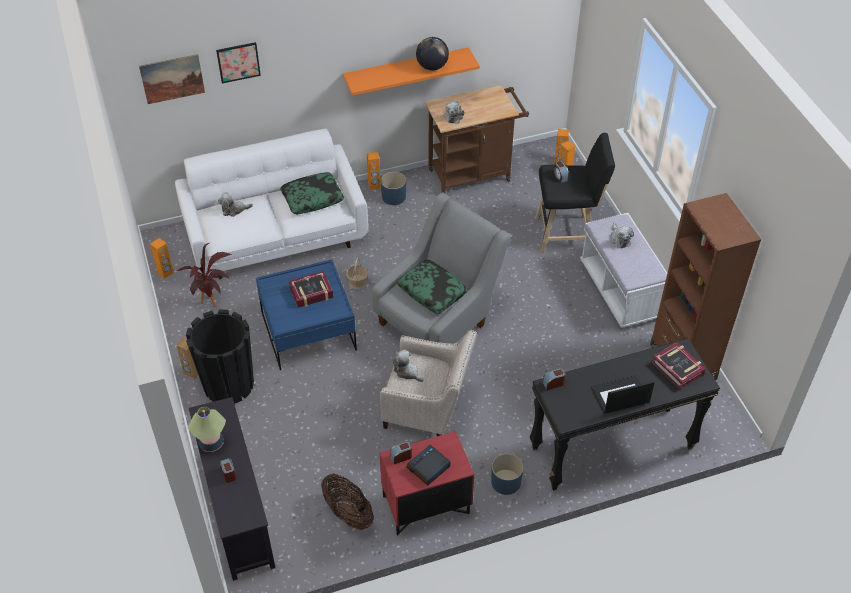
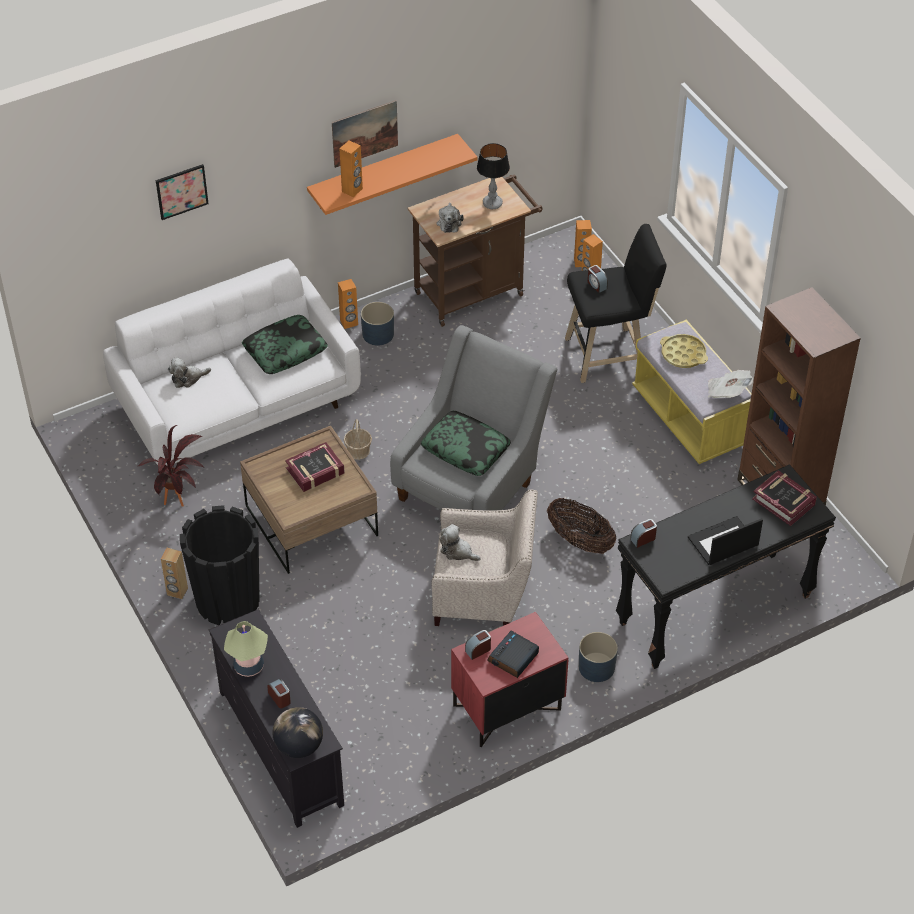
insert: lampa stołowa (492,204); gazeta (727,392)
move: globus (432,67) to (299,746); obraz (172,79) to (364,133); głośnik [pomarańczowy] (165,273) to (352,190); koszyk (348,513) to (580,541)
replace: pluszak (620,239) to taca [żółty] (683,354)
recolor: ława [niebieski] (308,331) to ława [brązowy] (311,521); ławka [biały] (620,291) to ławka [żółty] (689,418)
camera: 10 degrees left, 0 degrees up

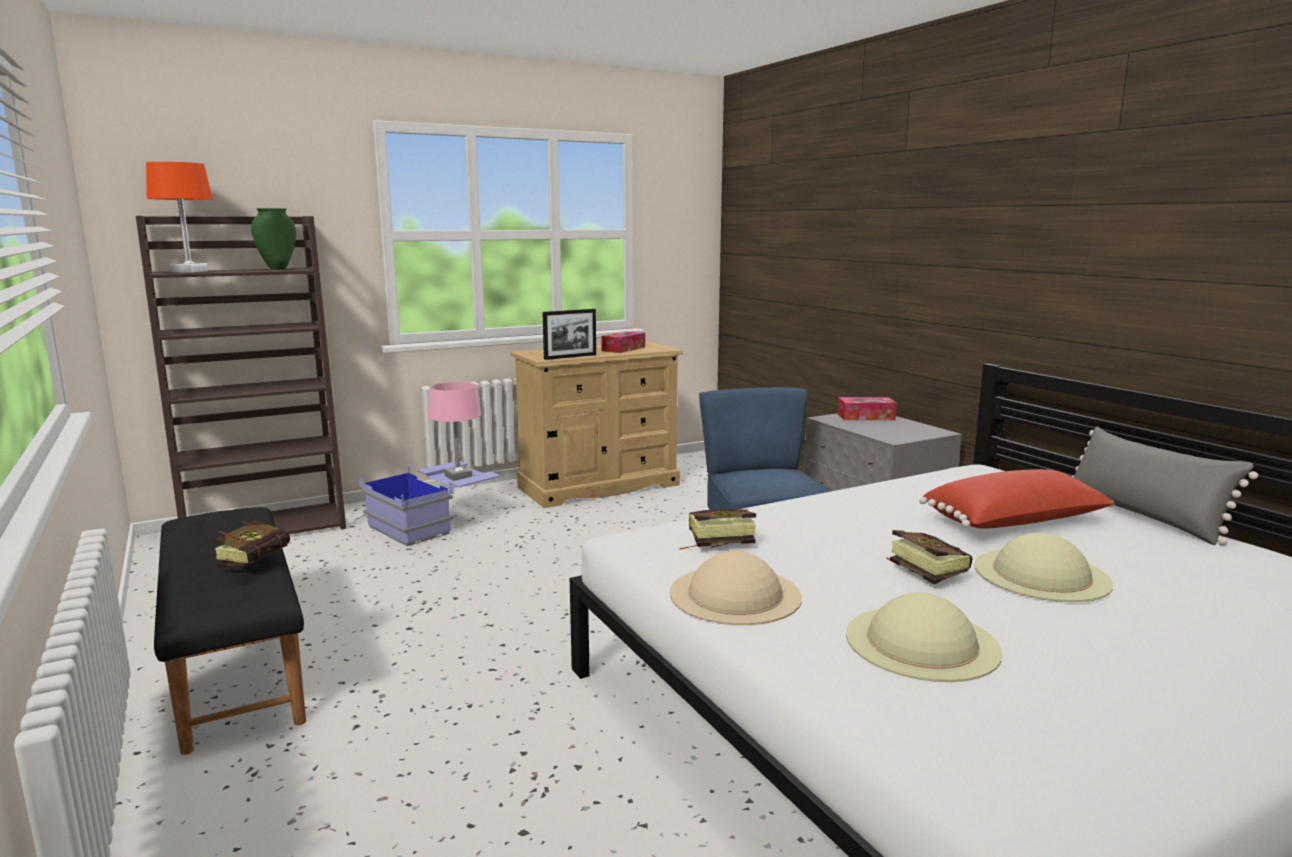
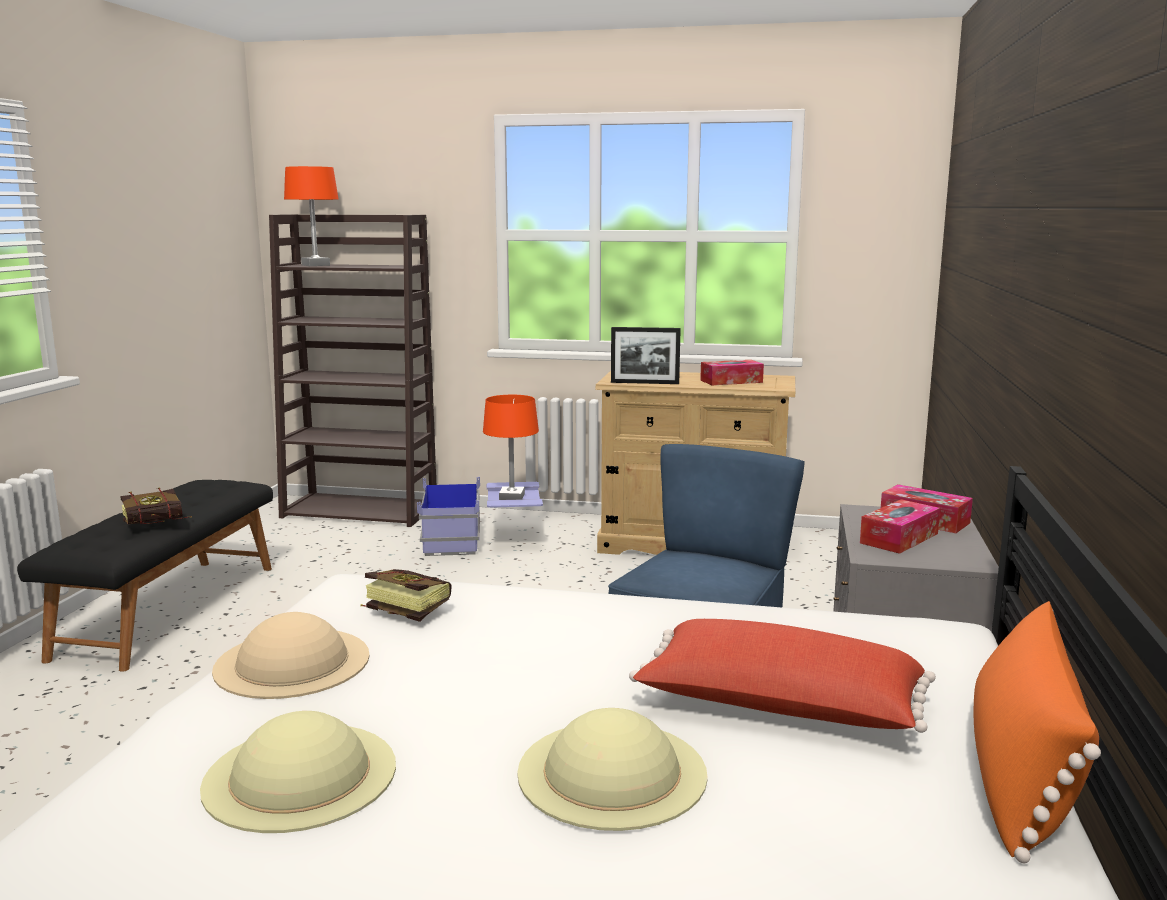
delete: wazon [zielony] (278,269); książka (922,571)
insert: pudełko chusteczek (899,538)
recolor: lampa stołowa [różowy] (458,476) to lampa stołowa [pomarańczowy] (512,497); poduszka [szary] (1143,516) to poduszka [pomarańczowy] (1020,773)
camera: 40 degrees right, 0 degrees up

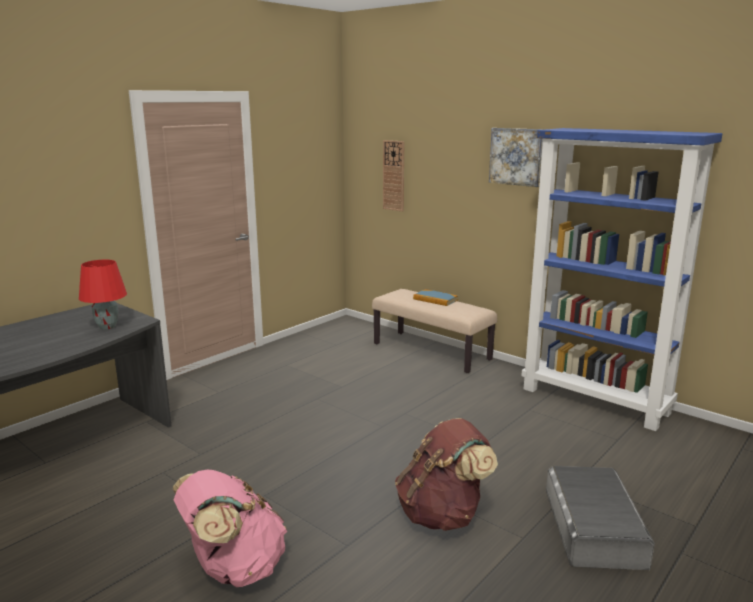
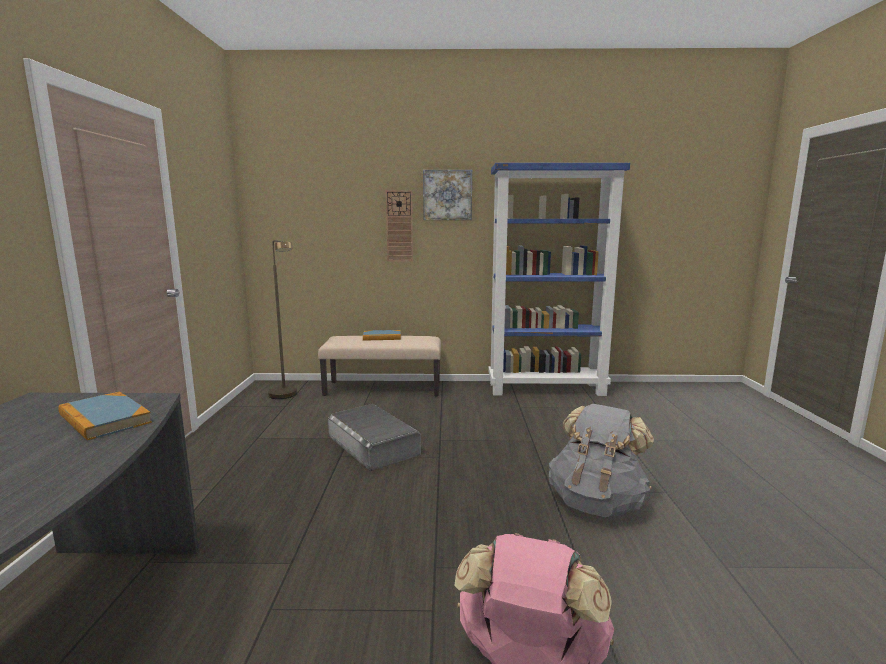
insert: lampa stojąca [brązowy] (286,396)
move: pojemnik do przechowywania [szary] (592,526) to (372,445); zegar ścienny (394,175) to (399,226)
replace: lampa stołowa [czerwony] (106,327) to książka (104,419)
recolor: plecak [brązowy] (442,514) to plecak [szary] (596,503)
camera: 40 degrees left, 5 degrees down

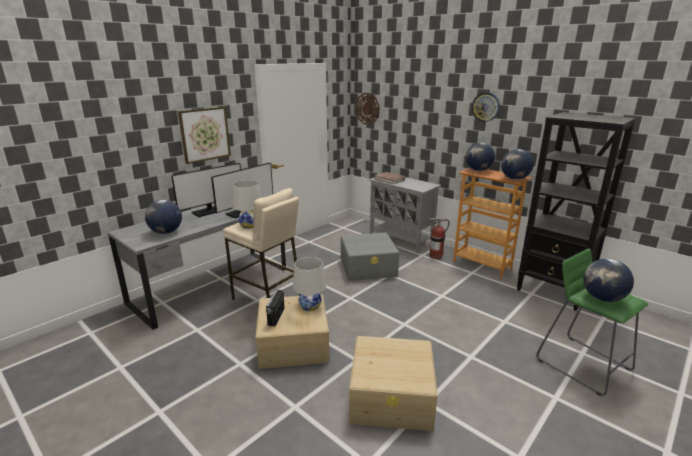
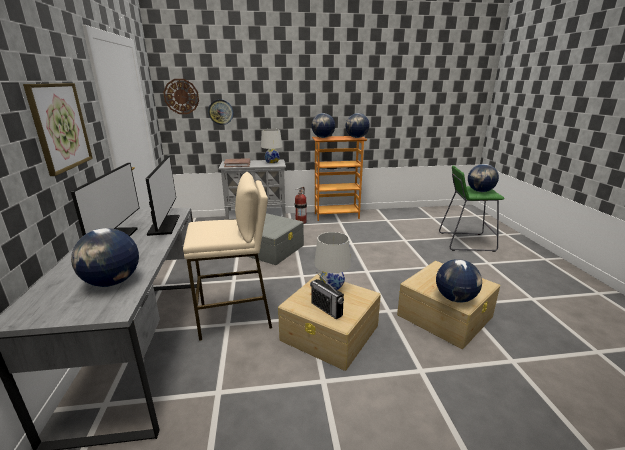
delete: regał [czarny] (553,291)
insert: globus (455,298)
move: zegar ścienny (485,107) to (221,112); lampa stołowa [biały] (249,225) to (272,162)
camera: 50 degrees left, 0 degrees up

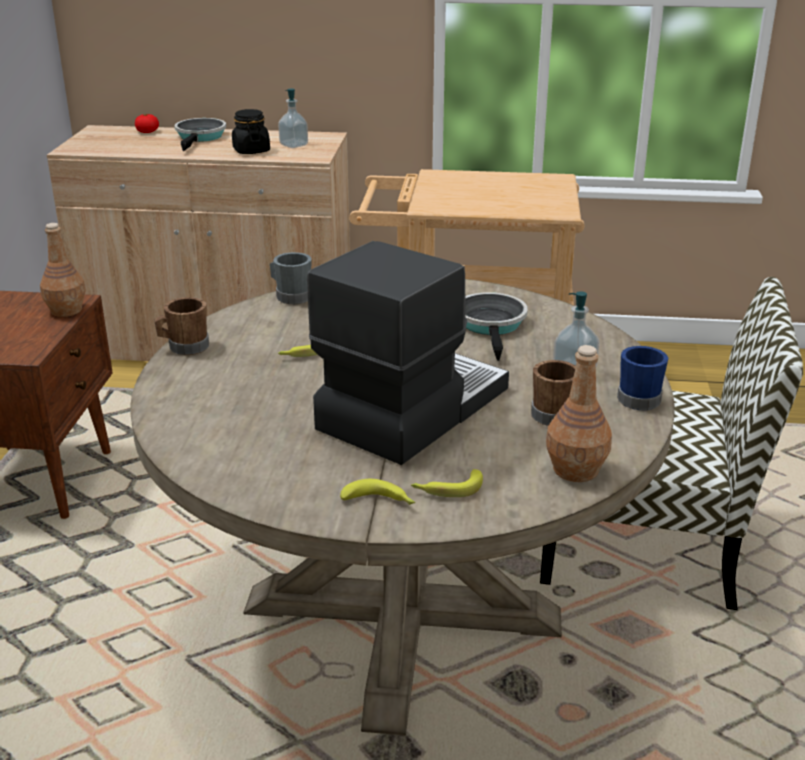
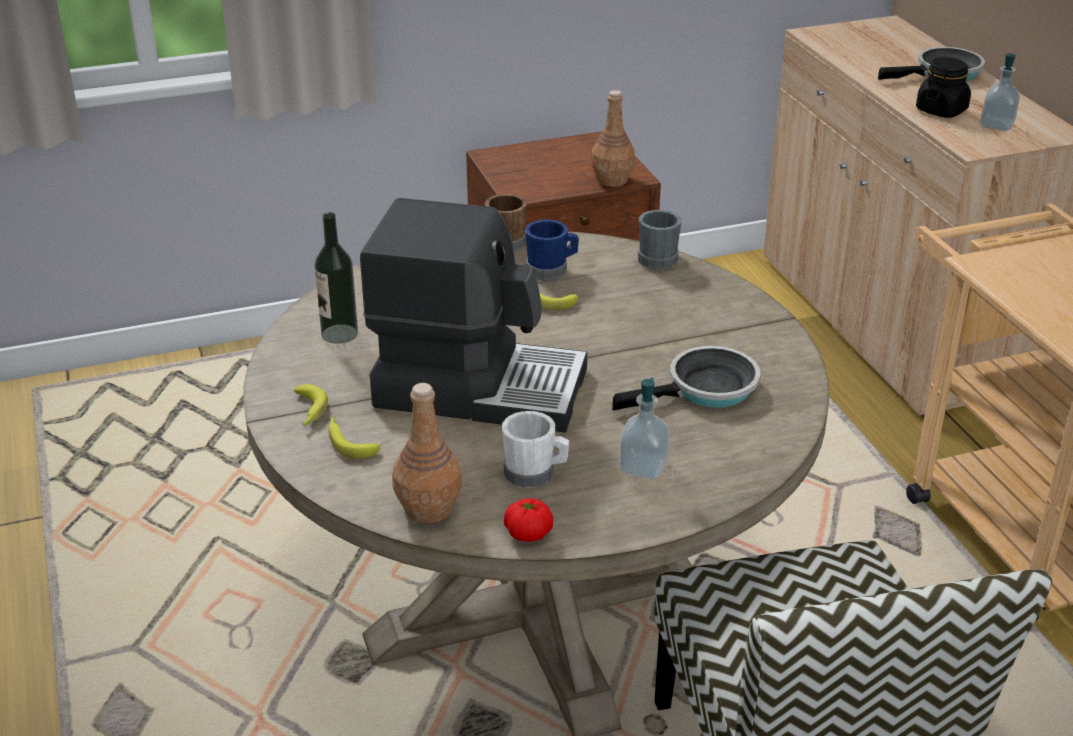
insert: butelka (339,334)
move: pomidor (147,132) to (528,533); kubek [niebieski] (639,397) to (551,270)
recolor: kubek [brązowy] (556,413) to kubek [biały] (535,474)
camera: 65 degrees right, 5 degrees up

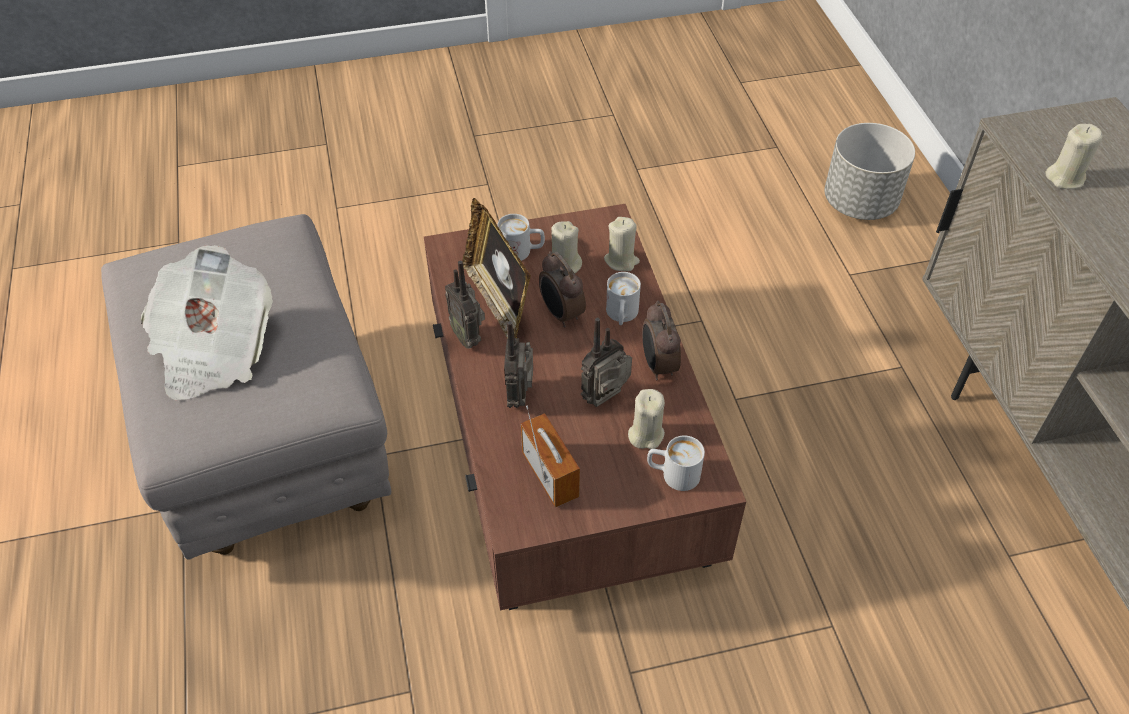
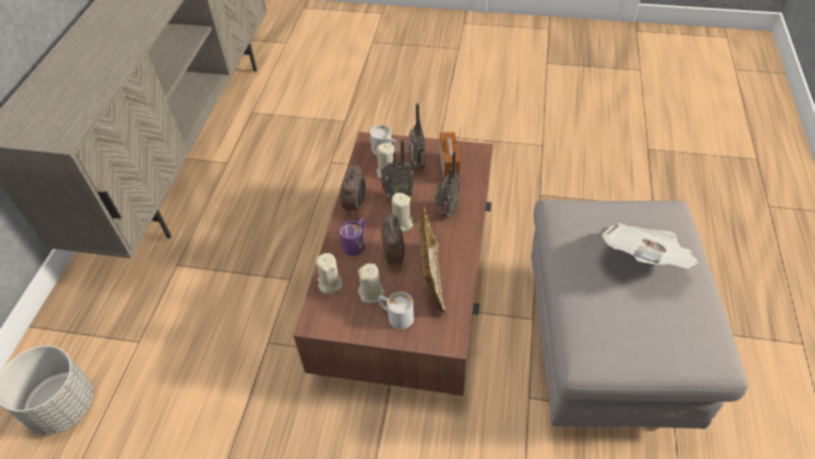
move: świeca [beżowy] (1065,178) to (401,223); radio (468,337) to (416,166)
recolor: kubek [biały] (621,316) to kubek [fioletowy] (356,243)
camera: 155 degrees left, 0 degrees up

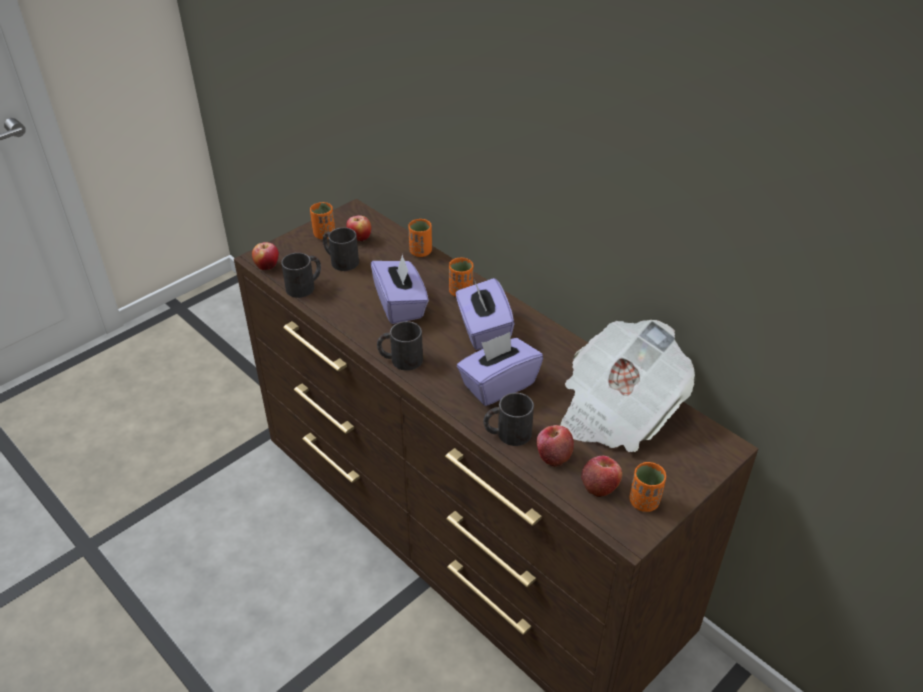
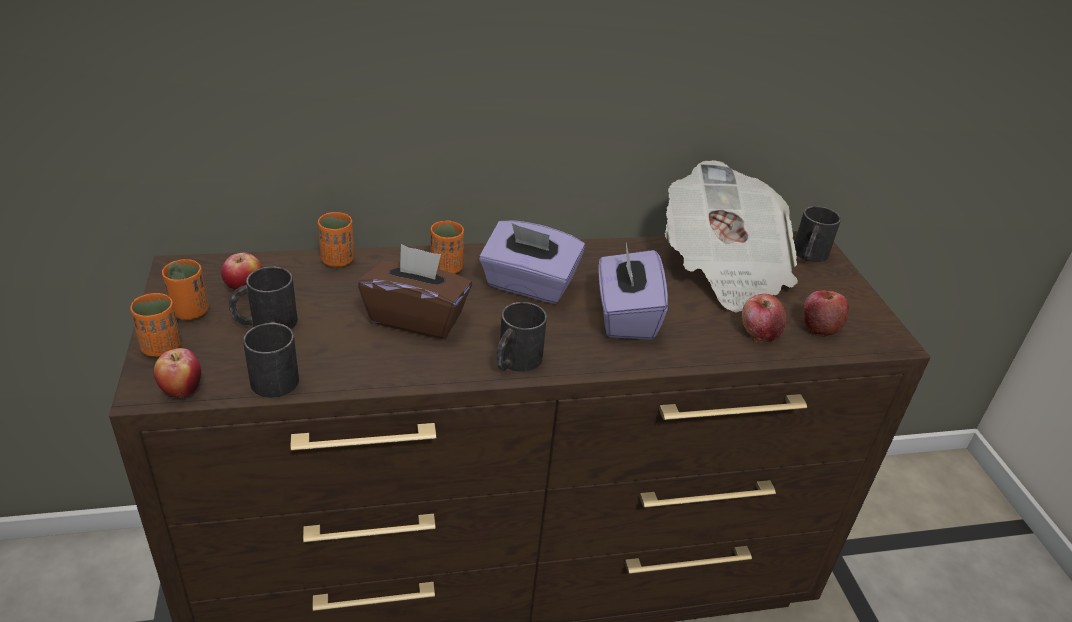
move: filiżanka [pomarańczowy] (644,502) to (161,348); kubek [czarny] (507,433) to (808,256)
recolor: pudełko chusteczek [fioletowy] (400,305) to pudełko chusteczek [brązowy] (417,318)
camera: 60 degrees left, 5 degrees down

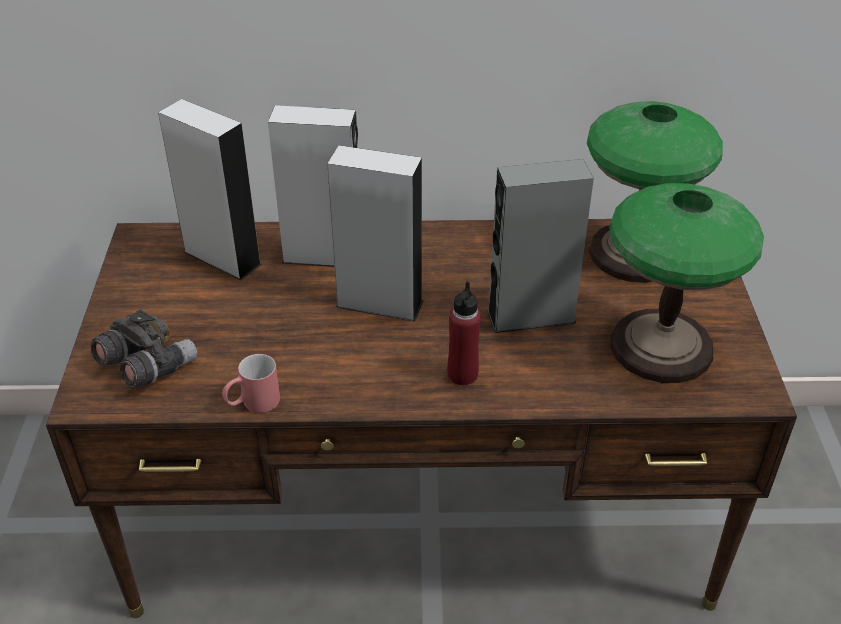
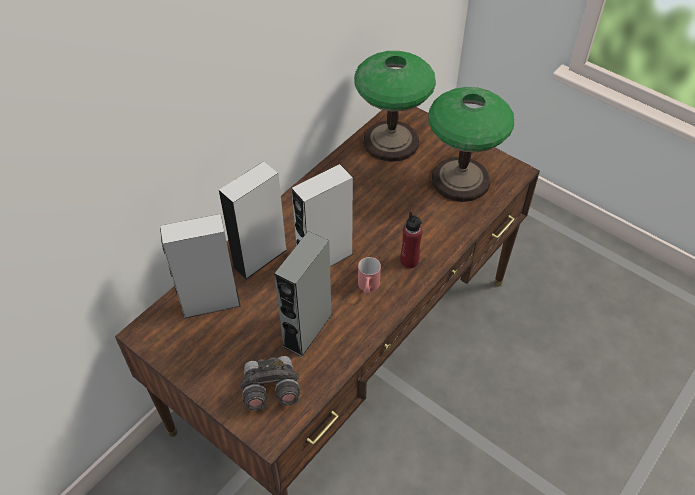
move: głośnik [szary] (531,317) to (307,330); kubek [czerwony] (252,404) to (368,288)
camera: 50 degrees left, 10 degrees up

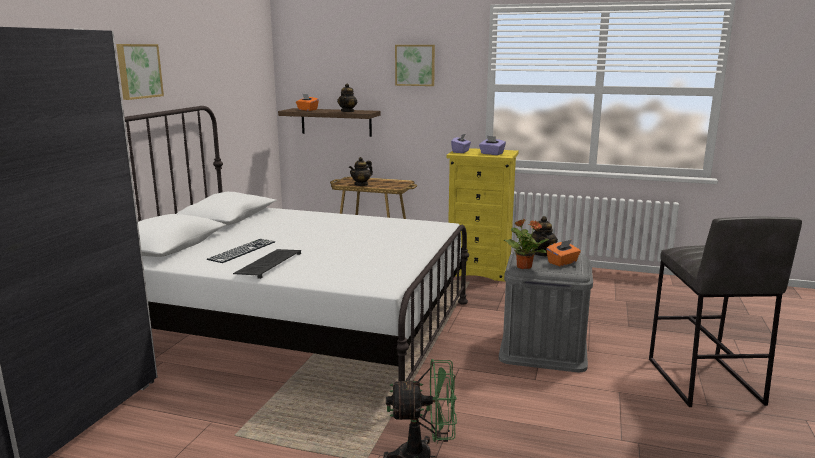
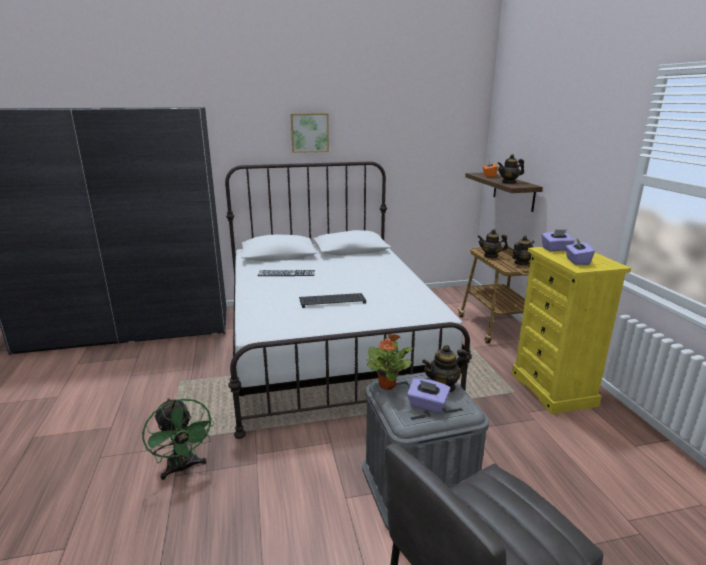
delete: obraz (415,65)
insert: imbryk (521,263)
move: klawiatura (268,264) to (333,301)
recolor: pudełko chusteczek [pomarańczowy] (562,262) to pudełko chusteczek [fioletowy] (427,405)
camera: 60 degrees right, 5 degrees up

